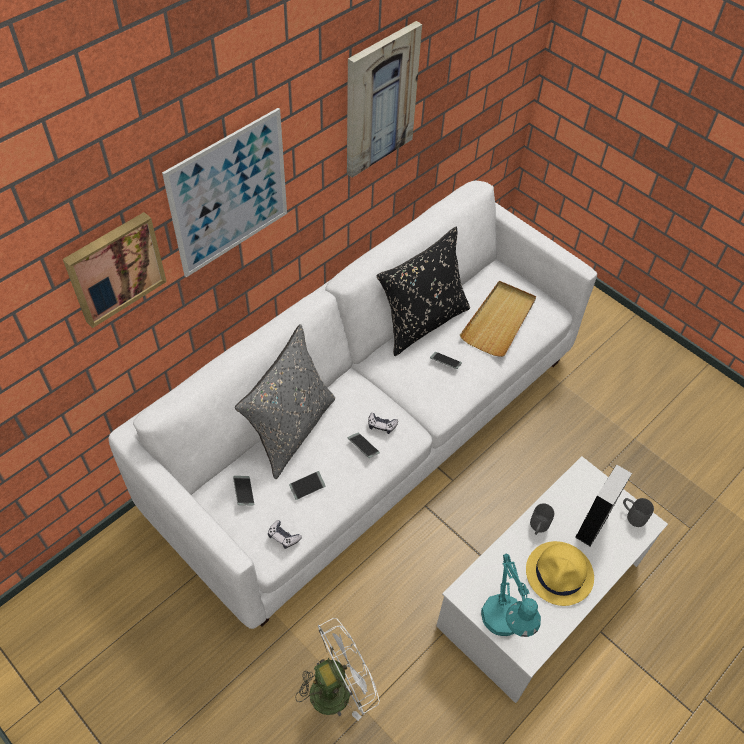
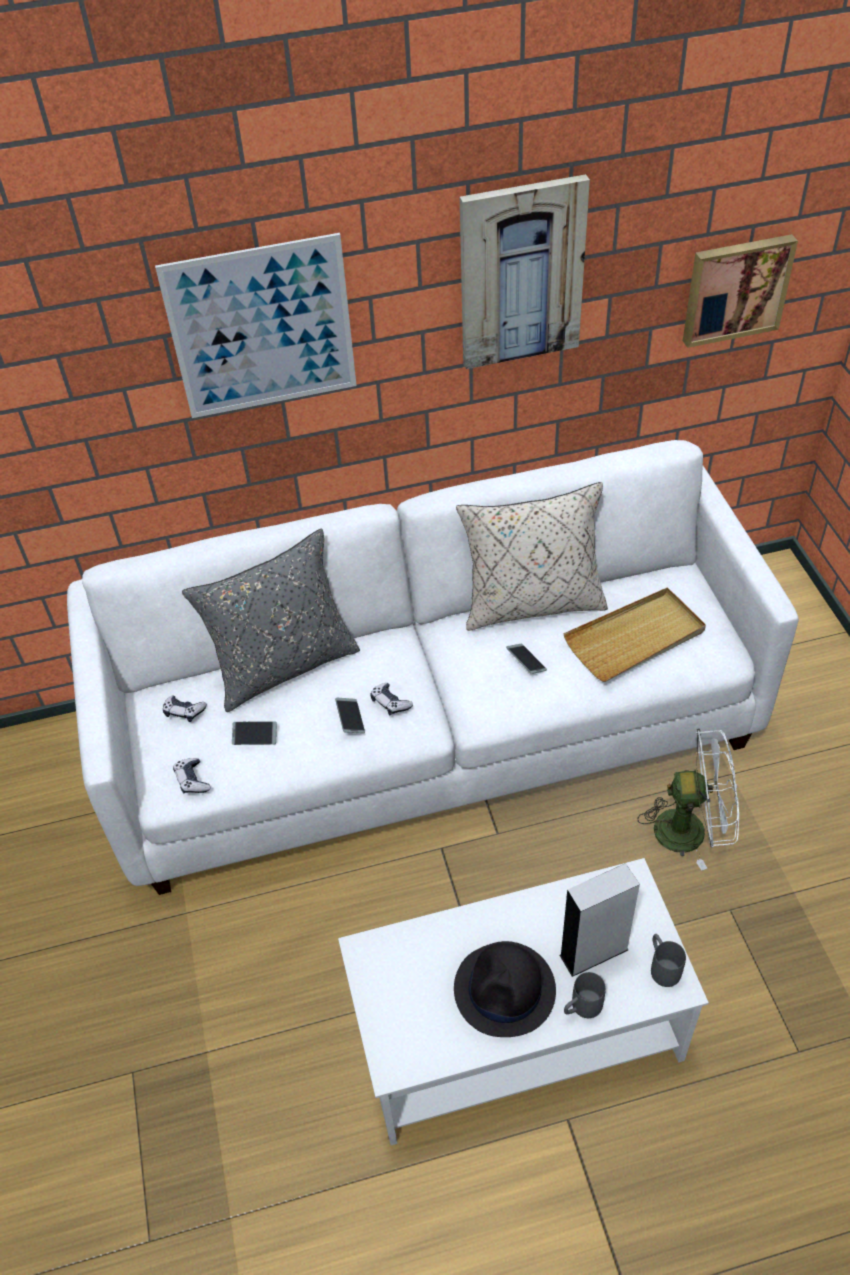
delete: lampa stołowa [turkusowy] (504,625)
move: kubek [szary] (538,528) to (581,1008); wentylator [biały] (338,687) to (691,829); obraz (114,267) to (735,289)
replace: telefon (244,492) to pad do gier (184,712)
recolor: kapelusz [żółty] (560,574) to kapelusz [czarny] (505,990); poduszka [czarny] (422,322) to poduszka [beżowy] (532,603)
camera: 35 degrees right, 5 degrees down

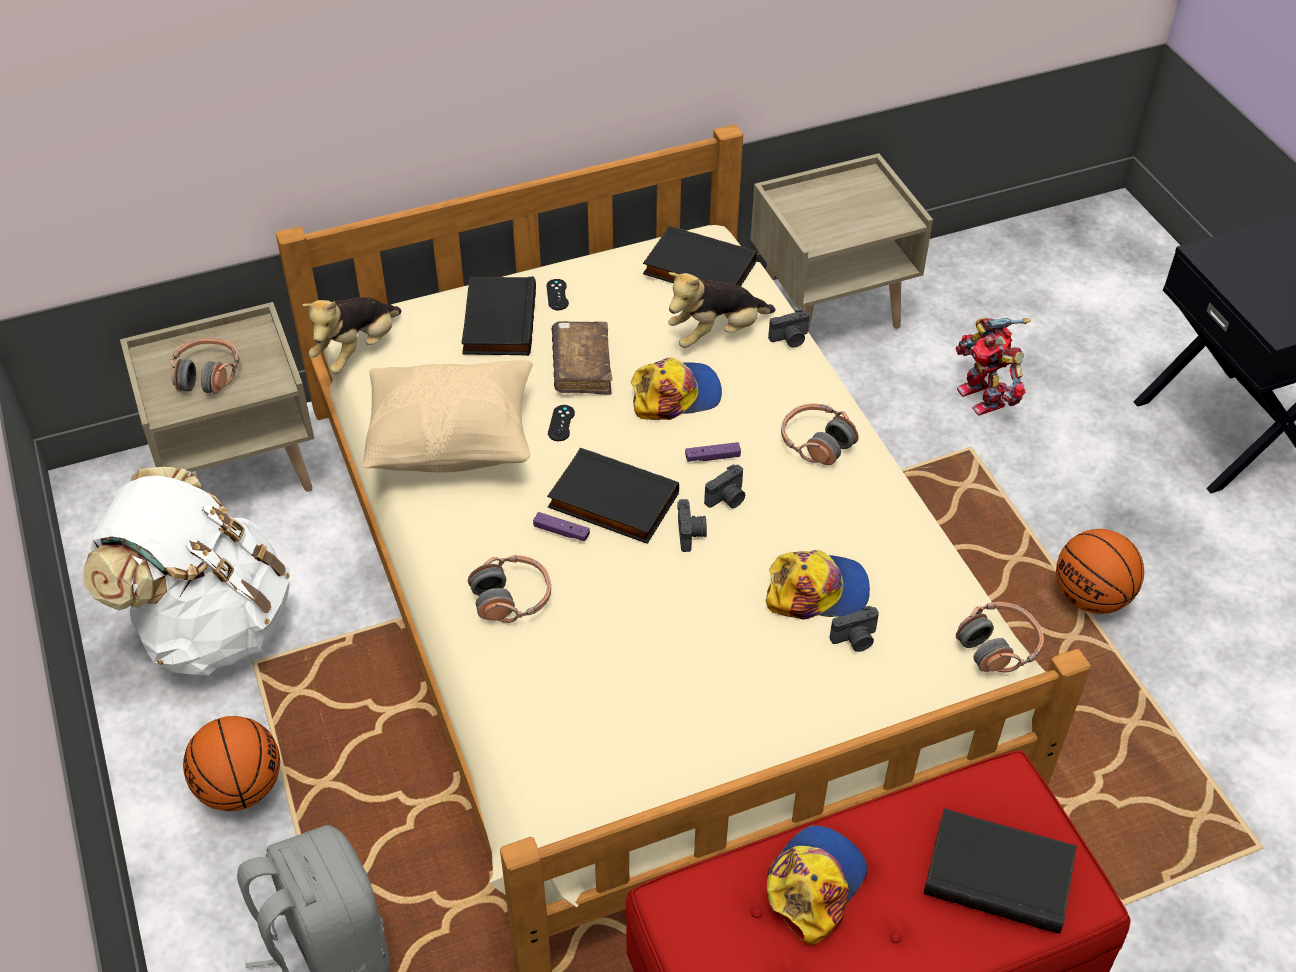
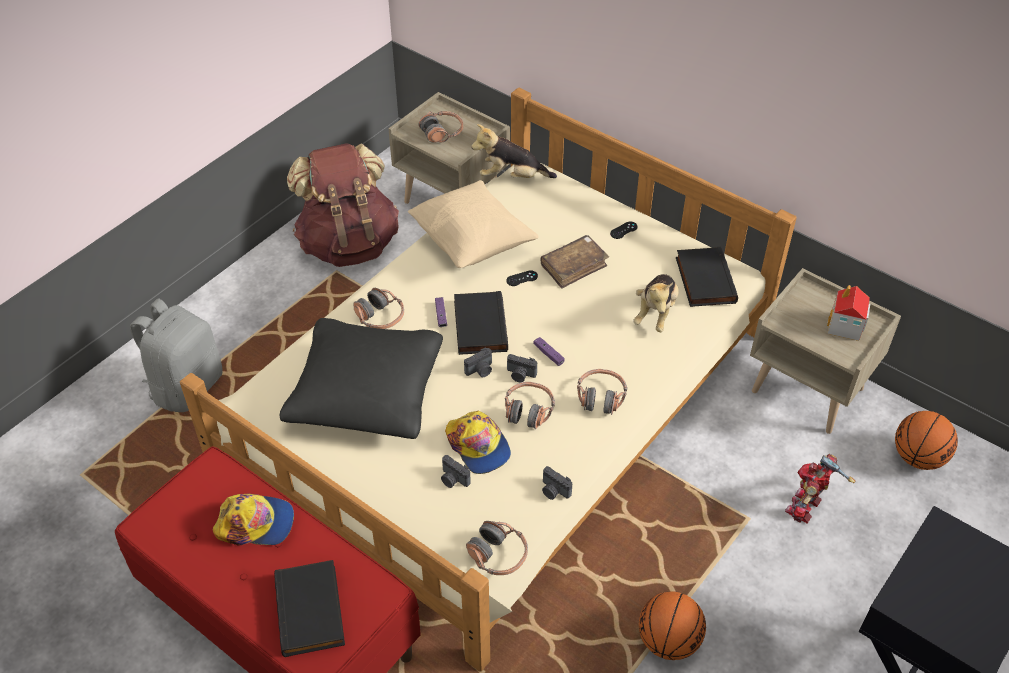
delete: książka [czarny] (497,320); czapka z daszkiem (675,394)
insert: poduszka [czarny] (367,392); słuchawki (528,410); domek (845,326)
move: aparat fotograficzny (790,339) to (554,491); piłka do koszykówki (240,788) to (918,457)
recolor: plecak [biały] (211,624) to plecak [brązowy] (349,244)
rotate: pluszak (716,334) = (655,313) 105 degrees counterclockwise
camera: 60 degrees right, 0 degrees up

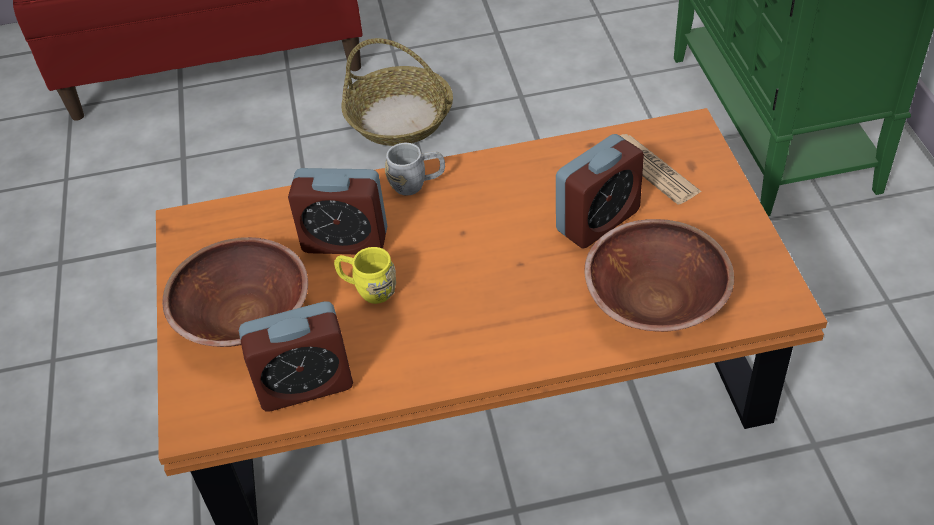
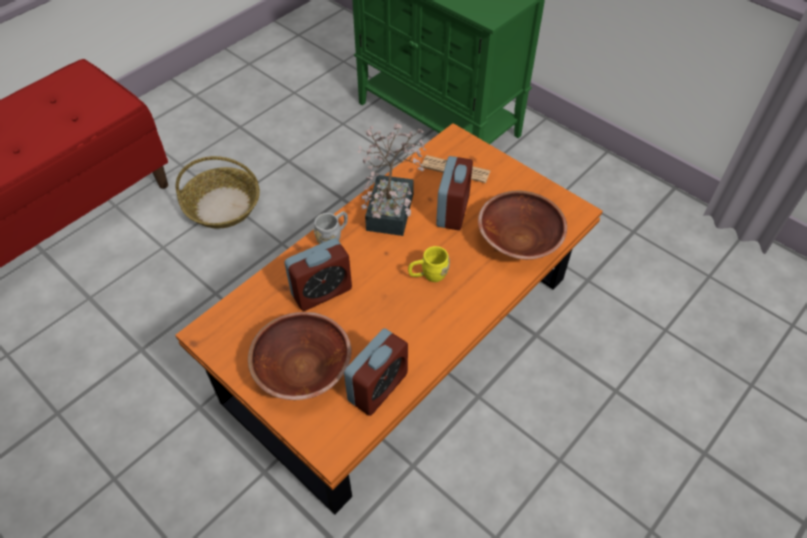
insert: roślina doniczkowa (392,206)
move: kubek [żółty] (368,289) to (428,275)
camera: 40 degrees left, 5 degrees up

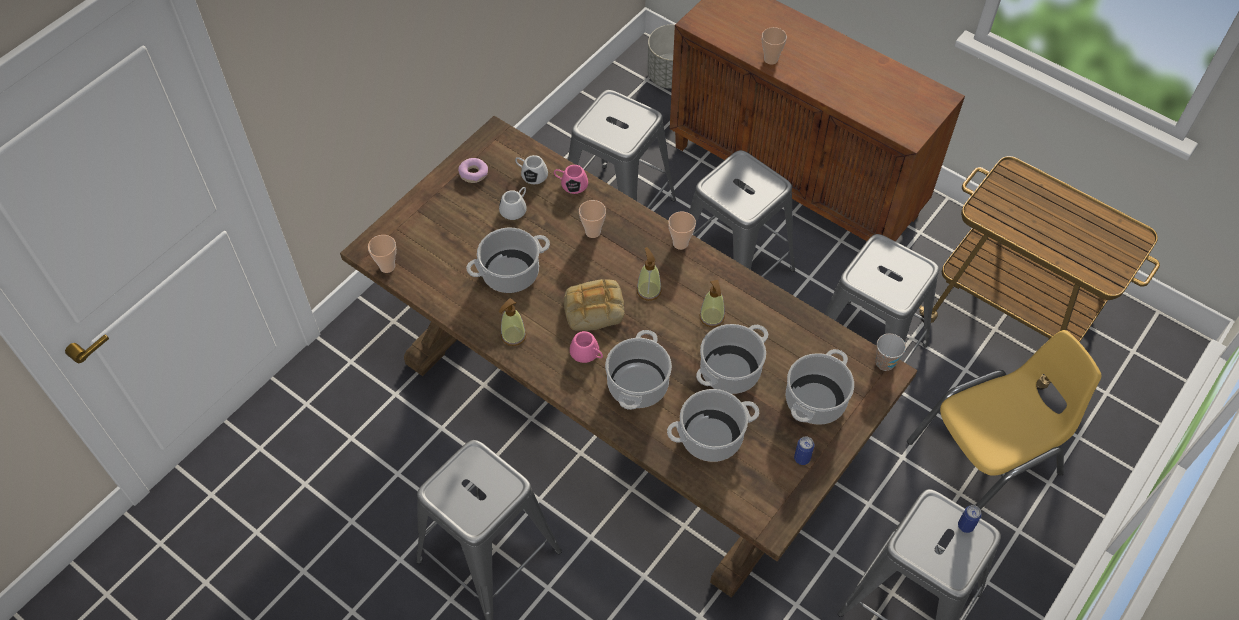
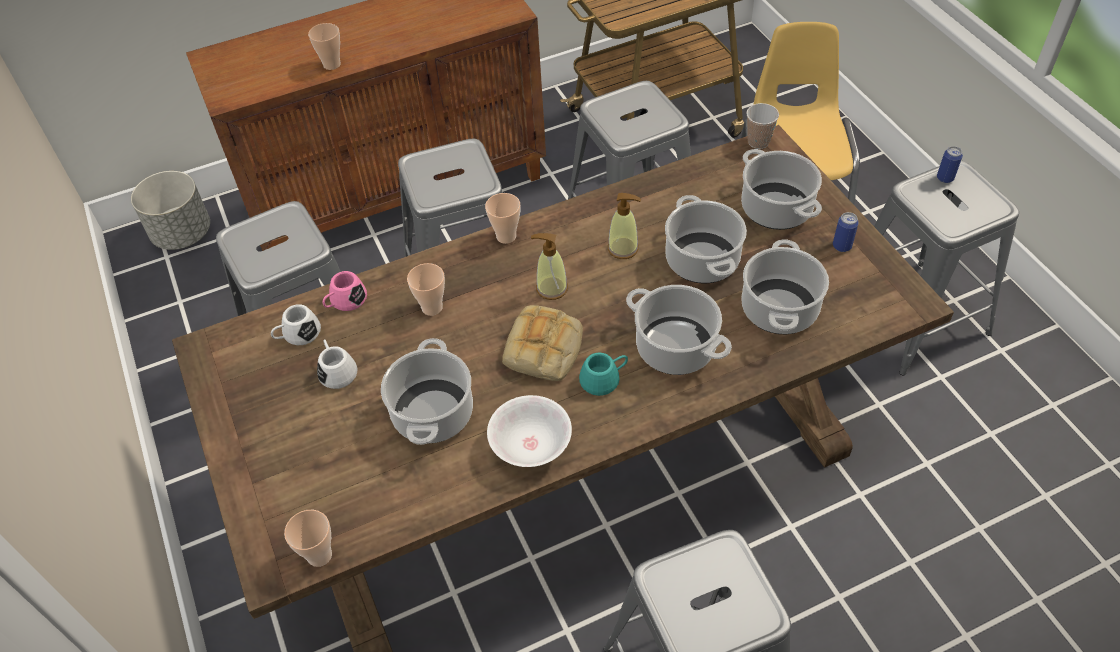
delete: donut (473,174)
replace: dozownik mydła (513,336) to miska [biały] (531,446)
recolor: kubek [różowy] (587,354) to kubek [turkusowy] (604,379)
camera: 60 degrees left, 5 degrees down

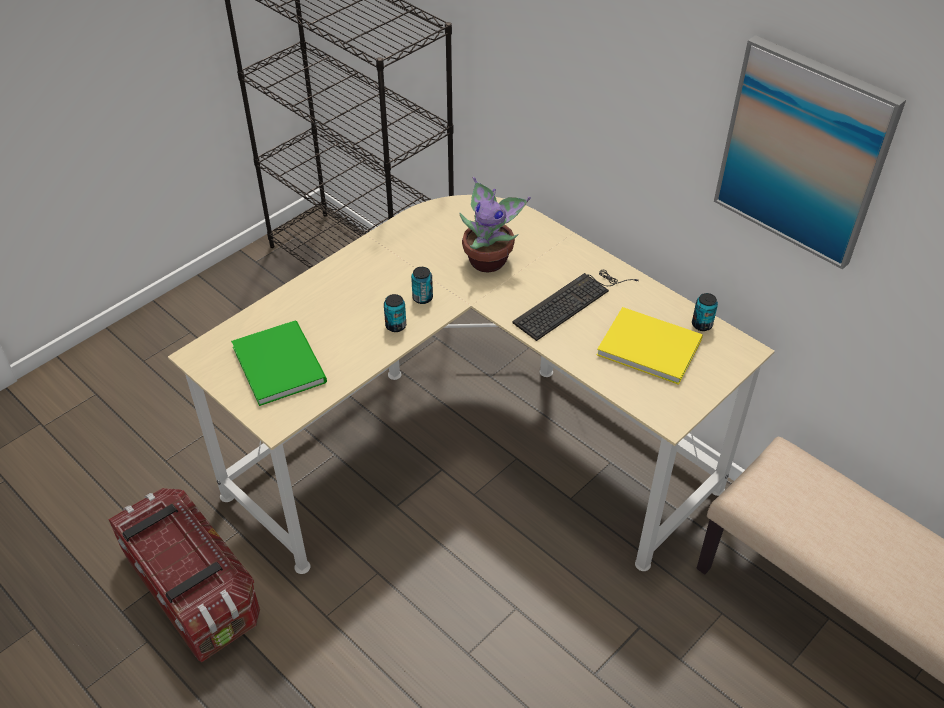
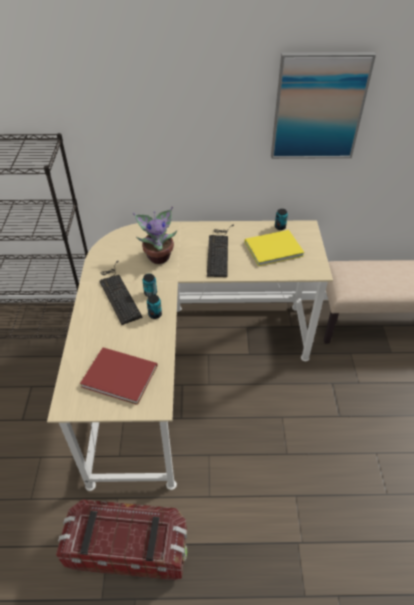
insert: klawiatura (118,293)
recolor: książka [zielony] (280,362) to książka [czerwony] (118,374)
camera: 45 degrees left, 0 degrees up

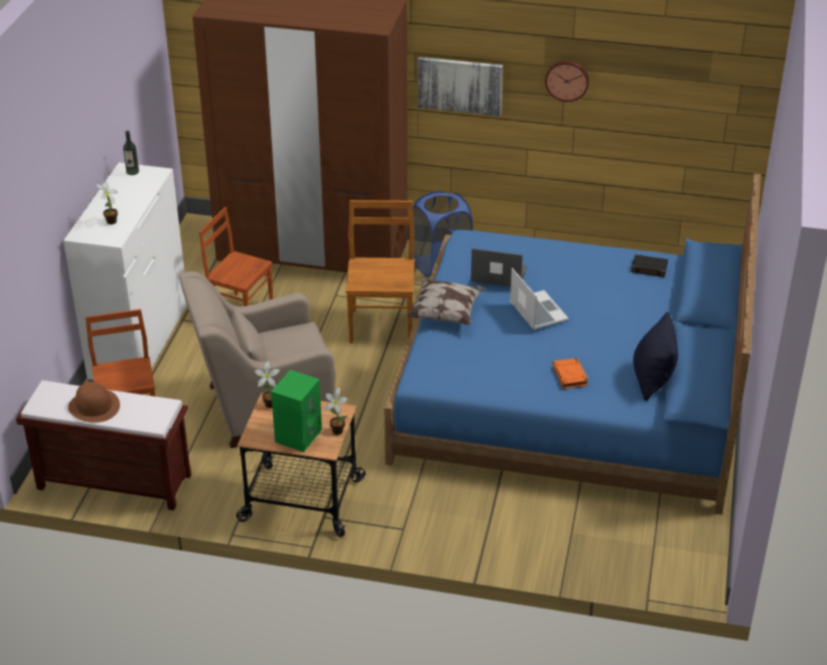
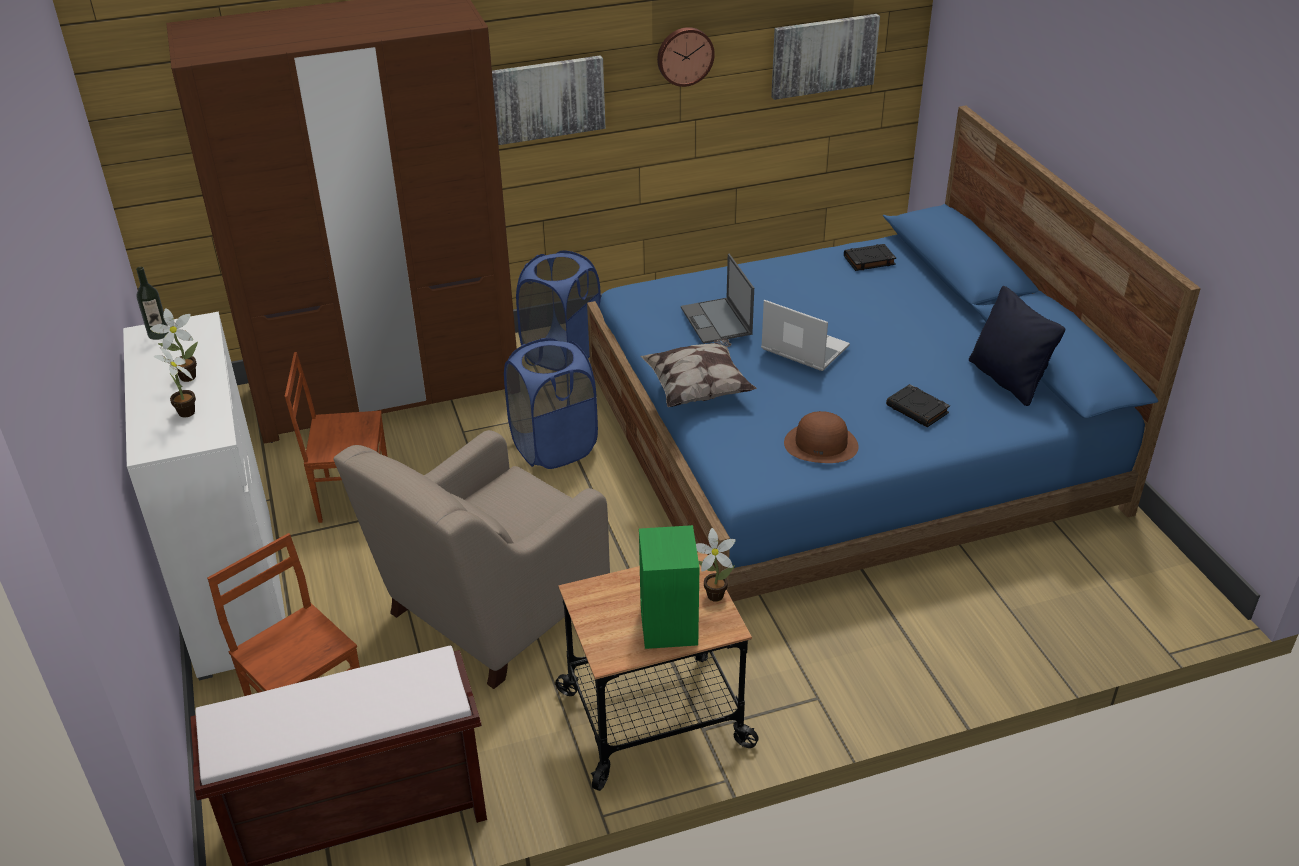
insert: obraz (823,55)
move: roślina doniczkowa (269,404) to (185,377); kapelusz [brązowy] (94,406) to (821,444)
replace: krzesło [brązowy] (381,325) to kosz na pranie [niebieski] (554,447)
recolor: książka [pomarańczowy] (570,376) to książka [czarny] (918,409)
rotate: laptop (498,274) = (716,321) 90 degrees counterclockwise
camera: 30 degrees left, 0 degrees up

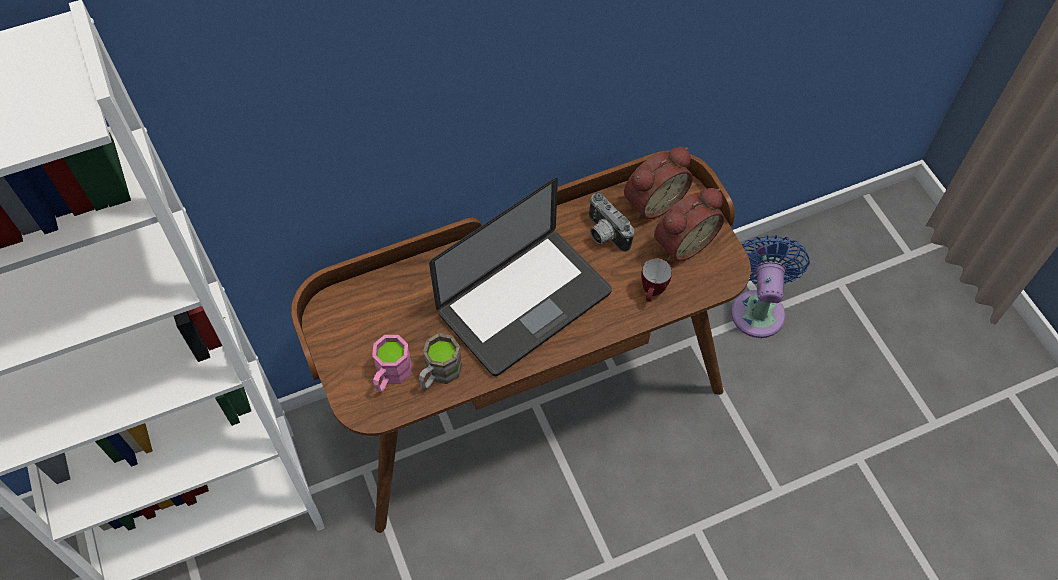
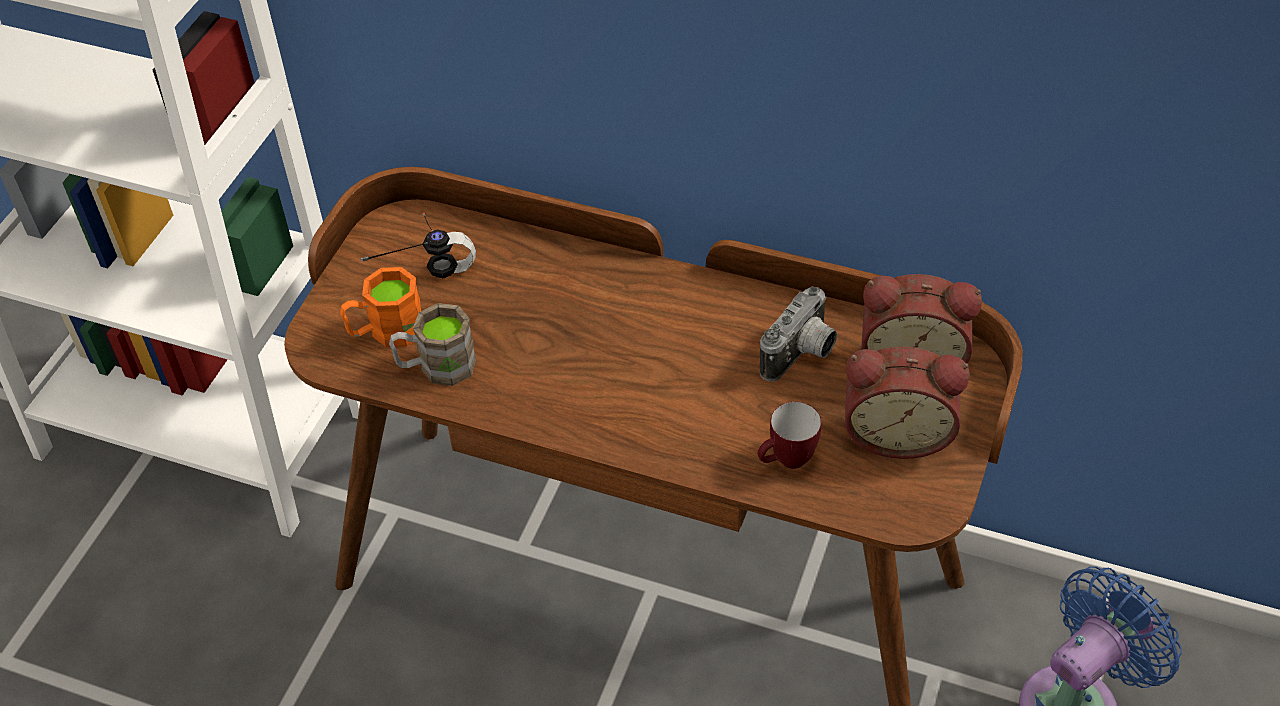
delete: laptop (525,303)
insert: słuchawki (423,267)
recolor: kubek [różowy] (391,375) to kubek [pomarańczowy] (386,331)
rotate: aparat fotograficzny (604,234) = (802,355) 150 degrees counterclockwise
camera: 45 degrees right, 10 degrees down

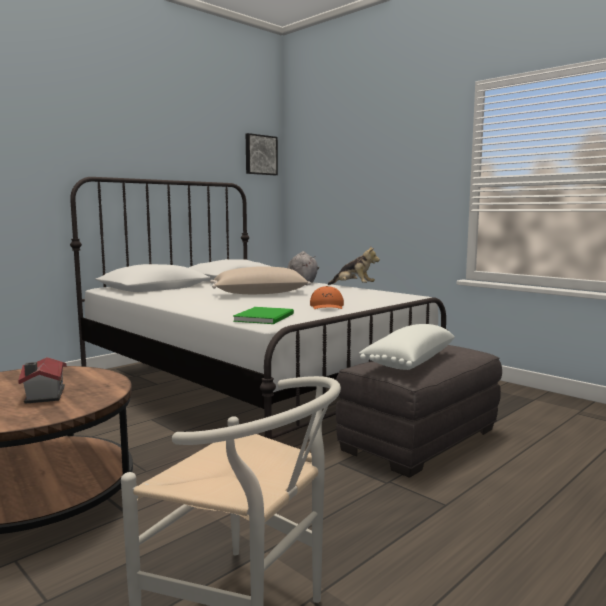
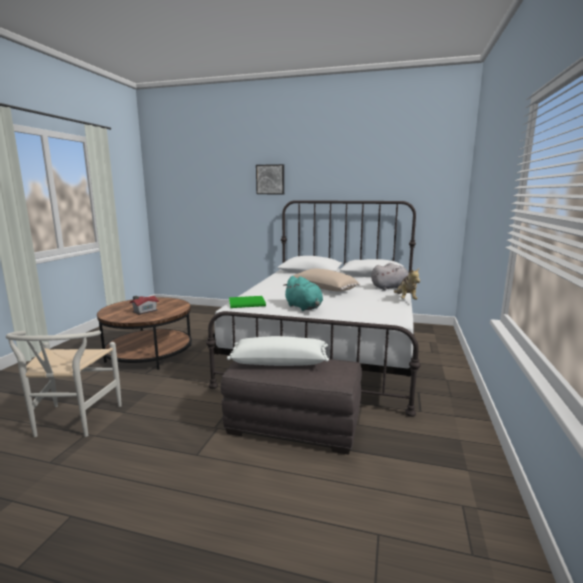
move: obraz (260,155) to (270,179)
replace: czapka z daszkiem [pomarańczowy] (327,306) to pluszak [turkusowy] (304,307)
camera: 60 degrees right, 5 degrees up

